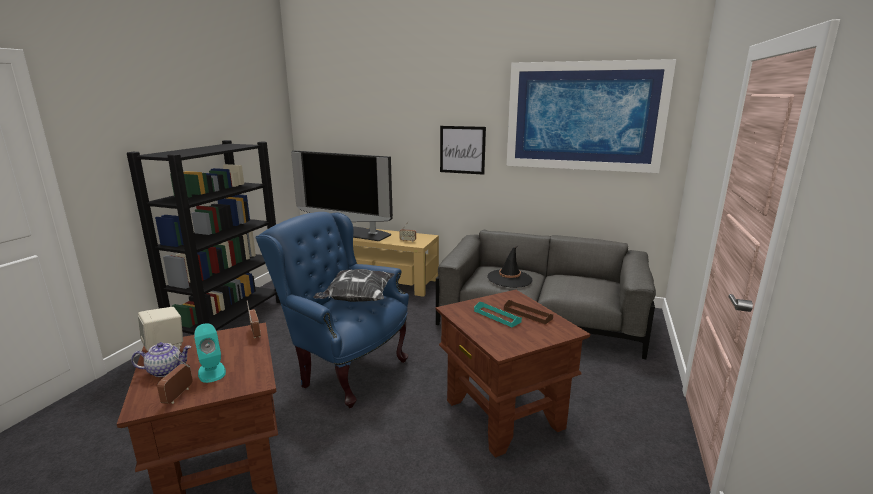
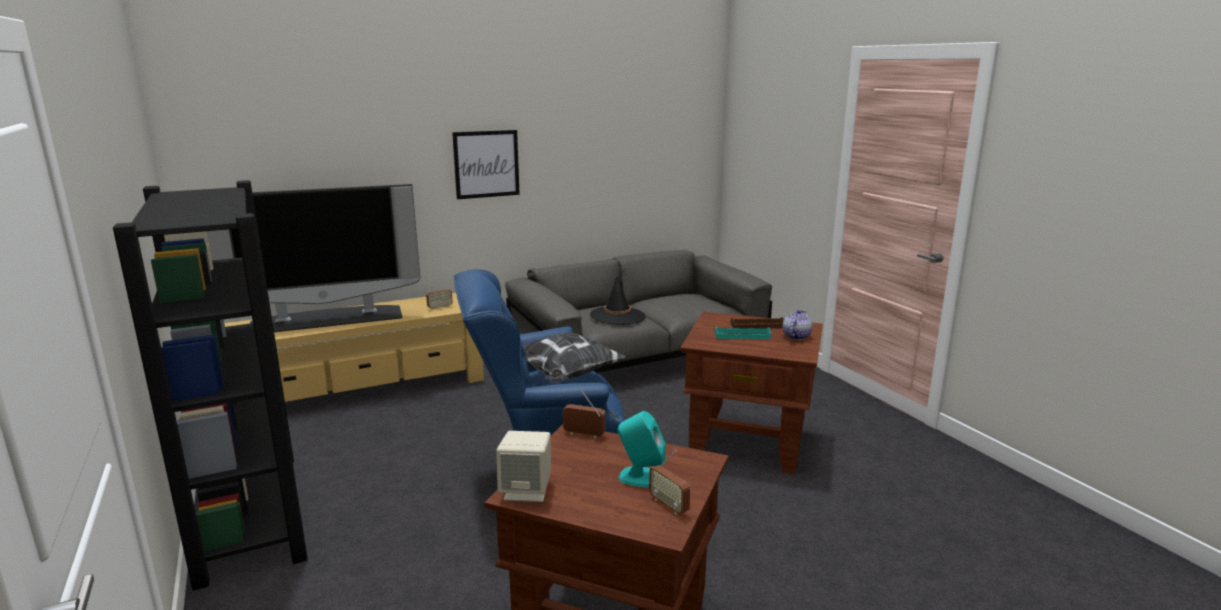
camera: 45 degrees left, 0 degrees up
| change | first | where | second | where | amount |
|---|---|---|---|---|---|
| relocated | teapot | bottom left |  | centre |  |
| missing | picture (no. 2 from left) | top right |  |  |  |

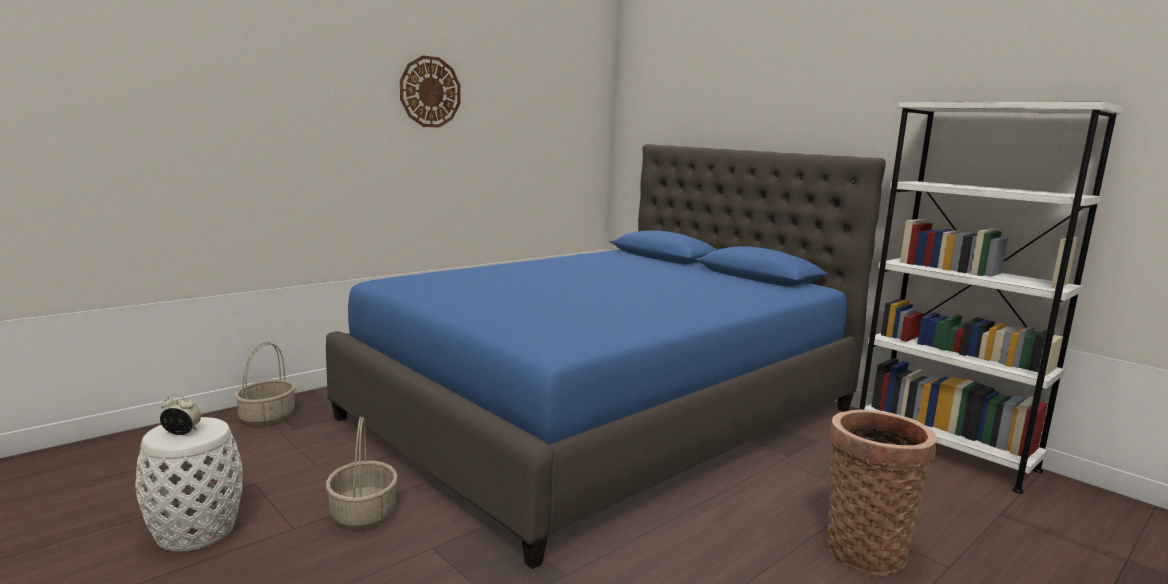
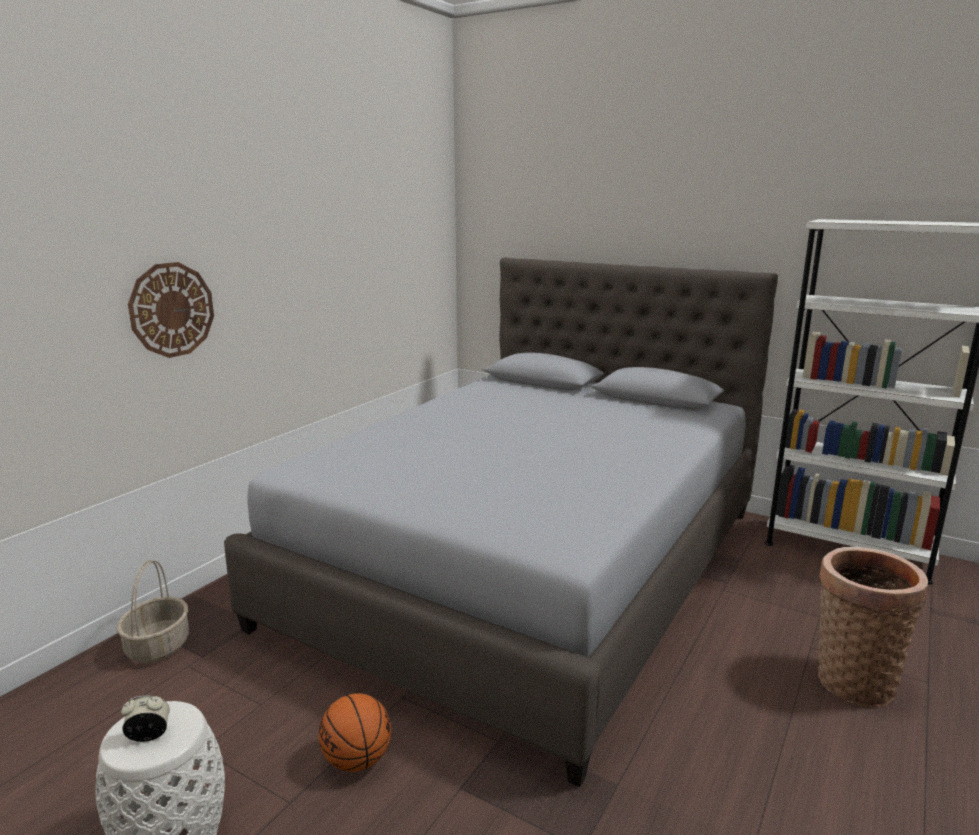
camera: 15 degrees left, 5 degrees up
| change | first | where | second | where | amount |
|---|---|---|---|---|---|
| colour | bed (blue) | centre | bed (grey) | centre |  |
| exchanged | basket (no. 2 from left) | bottom left | basketball | bottom centre |  |
| relocated | wall clock | top centre |  | middle left |  |

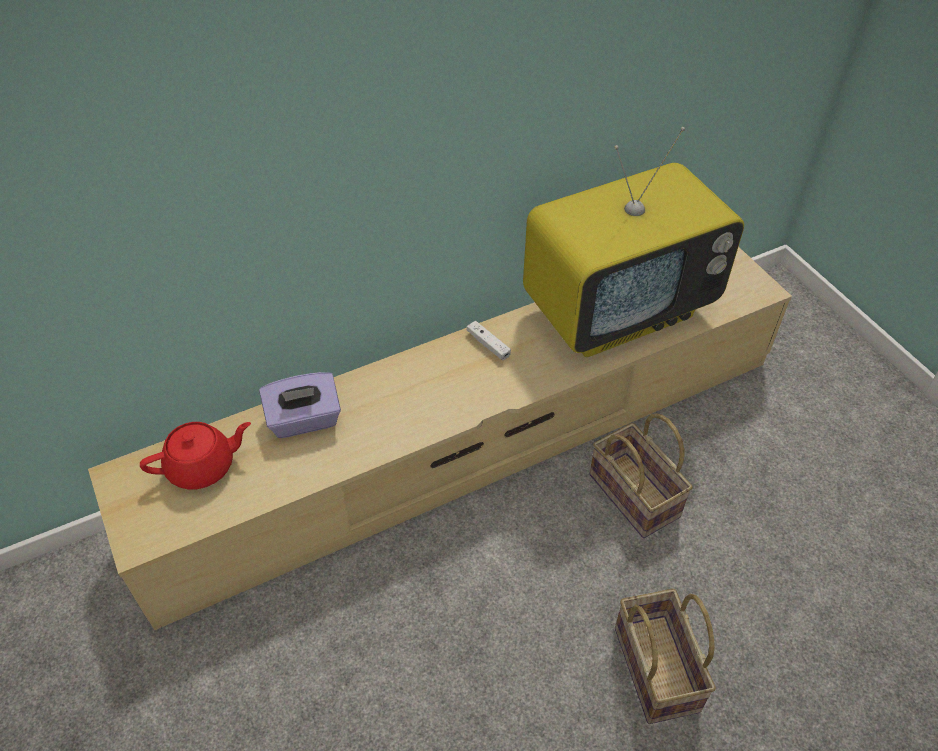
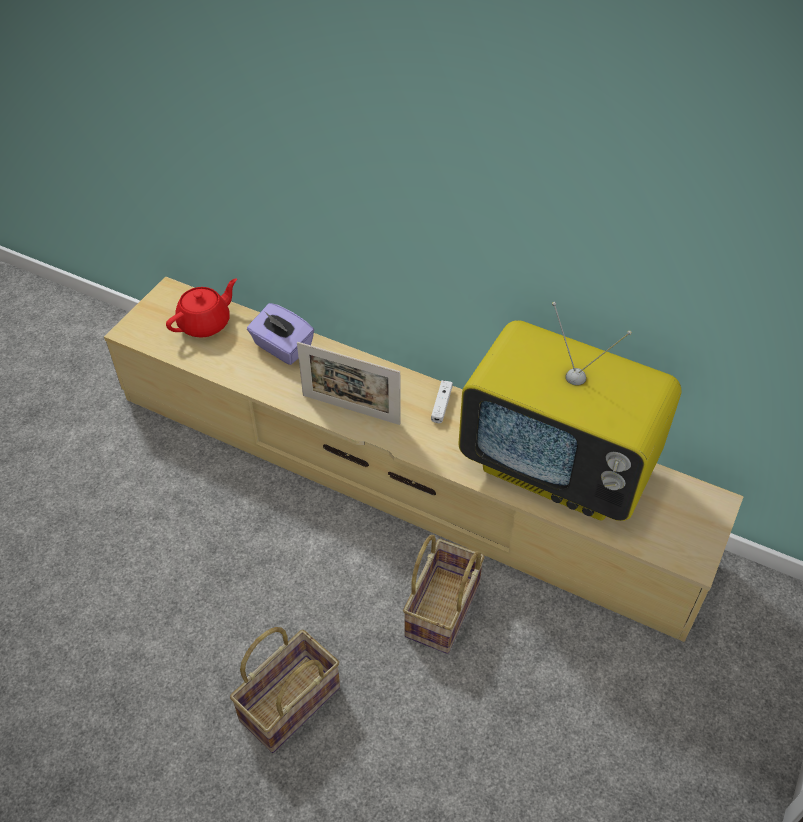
camera: 55 degrees right, 0 degrees up
| change | first | where | second | where | amount |
|---|---|---|---|---|---|
| spun | teapot (red) | middle left |  | middle left | 75 degrees counterclockwise |
| appeared |  |  | picture frame | centre |  |

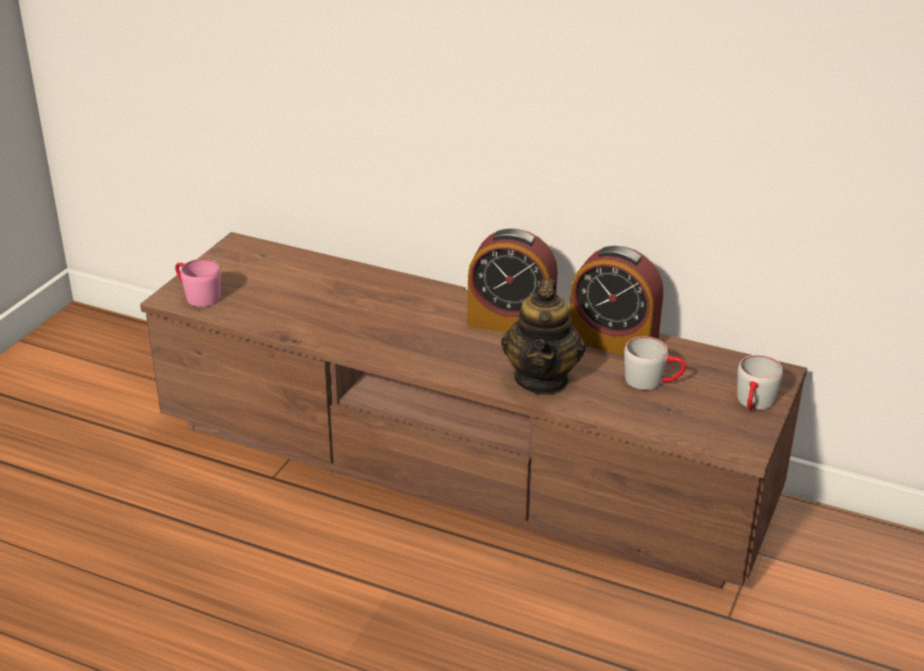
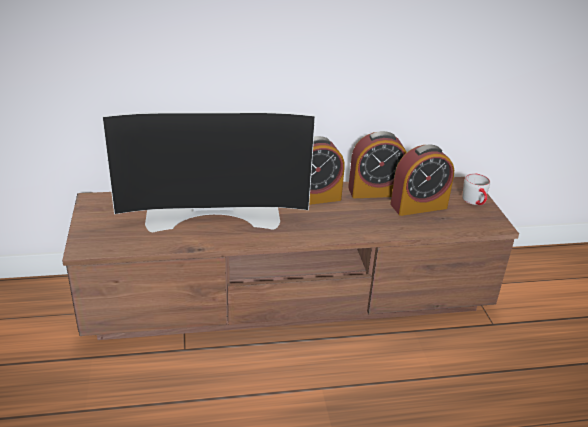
camera: 35 degrees left, 0 degrees up
| change | first | where | second | where | amount |
|---|---|---|---|---|---|
| missing | mug (pink) | middle left |  |  |  |
| missing | teapot | centre |  |  |  |
| exchanged | mug (grey) (no. 1 from left) | middle right | alarm clock (no. 3 from left) | middle right |  |
| appeared |  |  | television | centre |  |

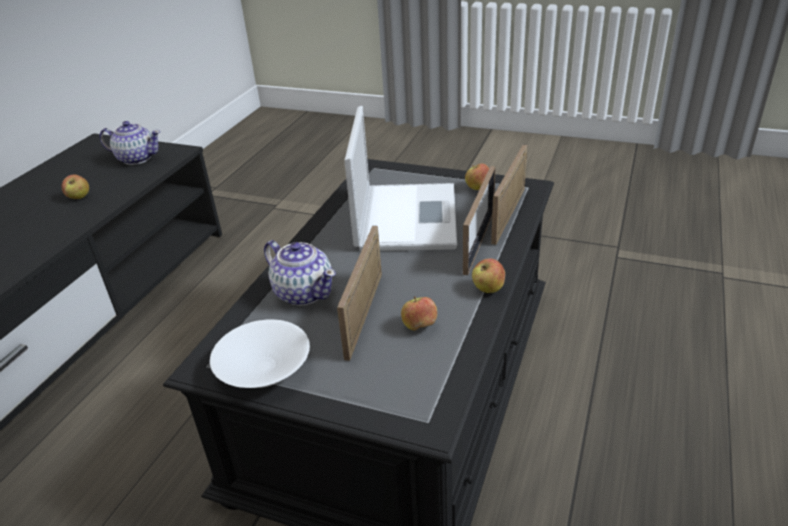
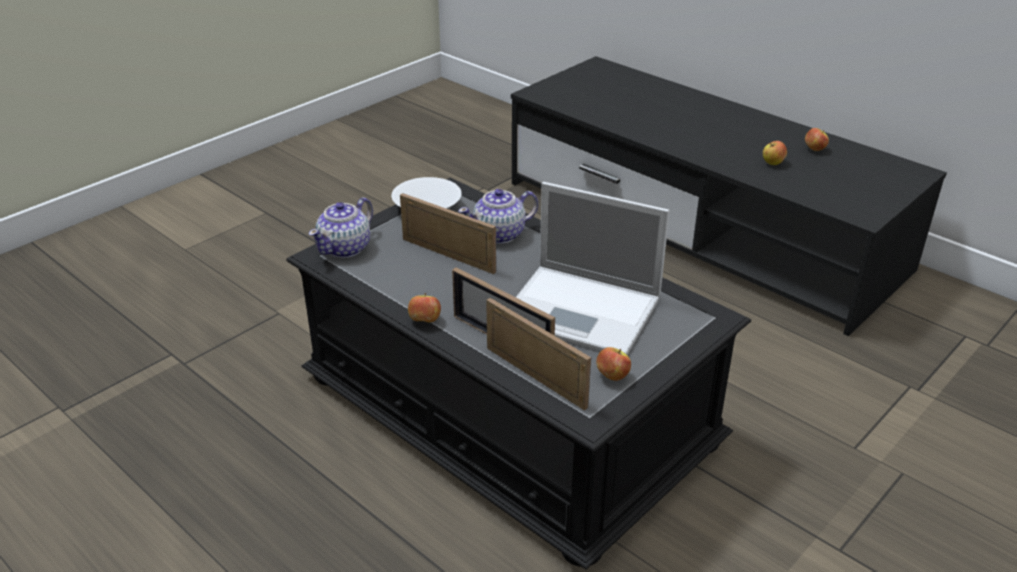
camera: 110 degrees right, 0 degrees up
| change | first | where | second | where | amount |
|---|---|---|---|---|---|
| relocated | teapot (no. 1 from left) | top left |  | centre |  |
| relocated | apple (no. 2 from left in the first image) | centre | apple (no. 4 from left) | top right |  |

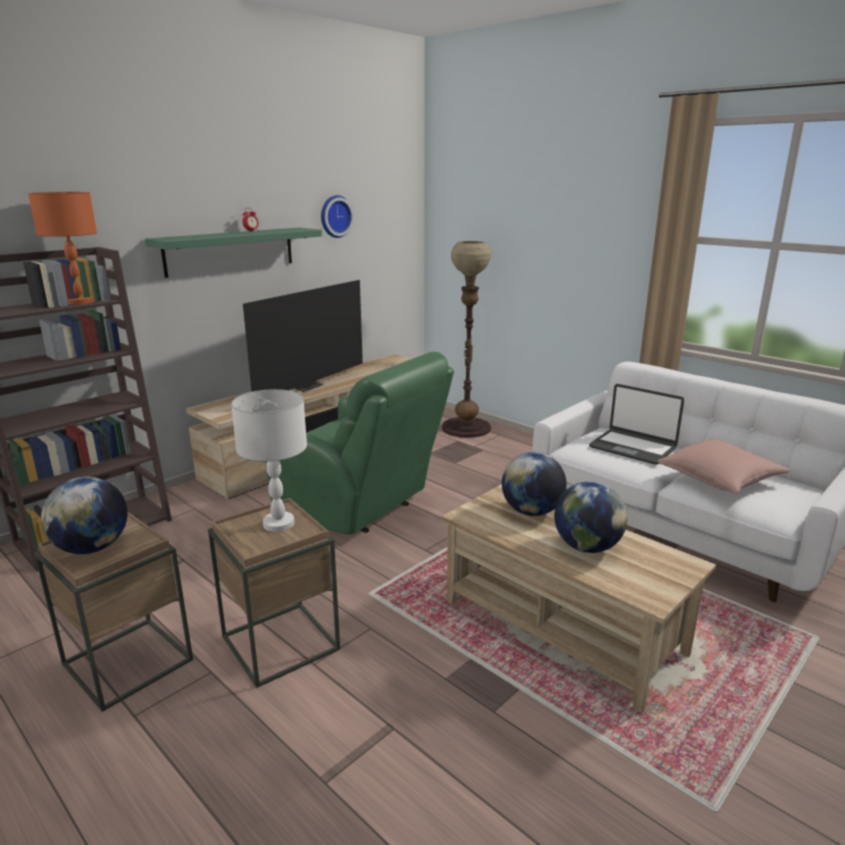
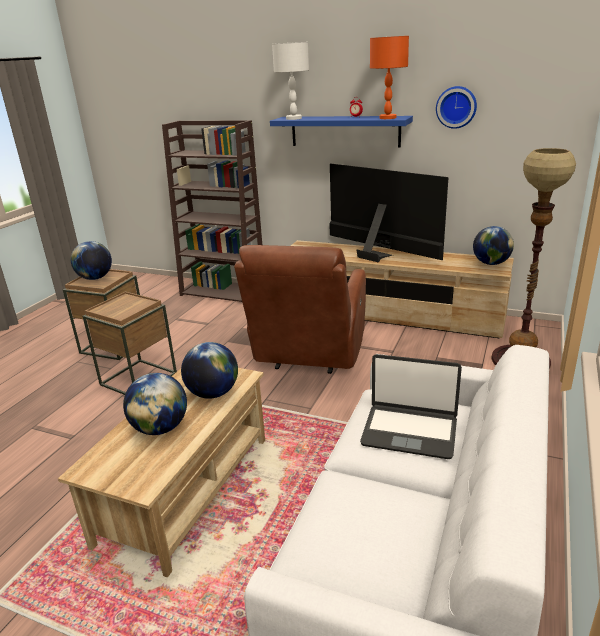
camera: 70 degrees right, 5 degrees up
| change | first | where | second | where | amount |
|---|---|---|---|---|---|
| relocated | table lamp (orange) | top left |  | top centre |  |
| colour | shelf (green) | top left | shelf (blue) | top centre |  |
| relocated | table lamp (white) | middle left |  | top centre |  |
| spun | television | centre |  | centre | 150 degrees counterclockwise |
| colour | armchair (green) | centre | armchair (brown) | centre |  |
| spun | laptop | middle right |  | middle right | 90 degrees counterclockwise |
| missing | pillow (pink) | middle right |  |  |  |
| appeared |  |  | globe (no. 4 from left) | middle right |  |

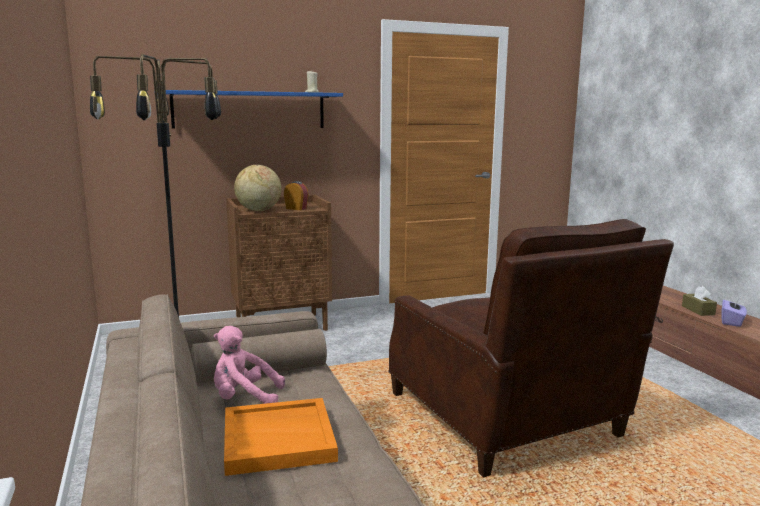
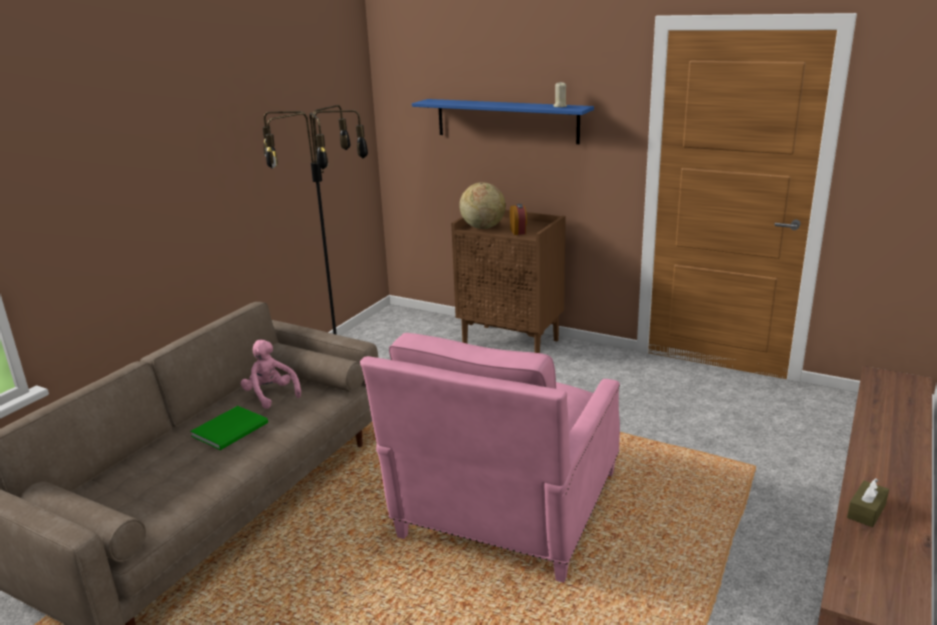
camera: 50 degrees right, 10 degrees up
| change | first | where | second | where | amount |
|---|---|---|---|---|---|
| exchanged | tray (orange) | bottom centre | book (green) | bottom left |  |
| colour | armchair (brown) | bottom right | armchair (pink) | bottom centre |  |
| missing | tissue box (purple) | middle right |  |  |  |

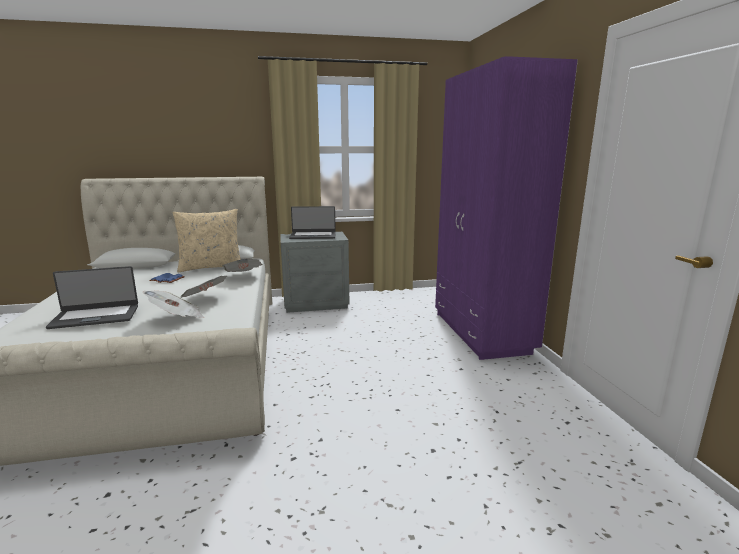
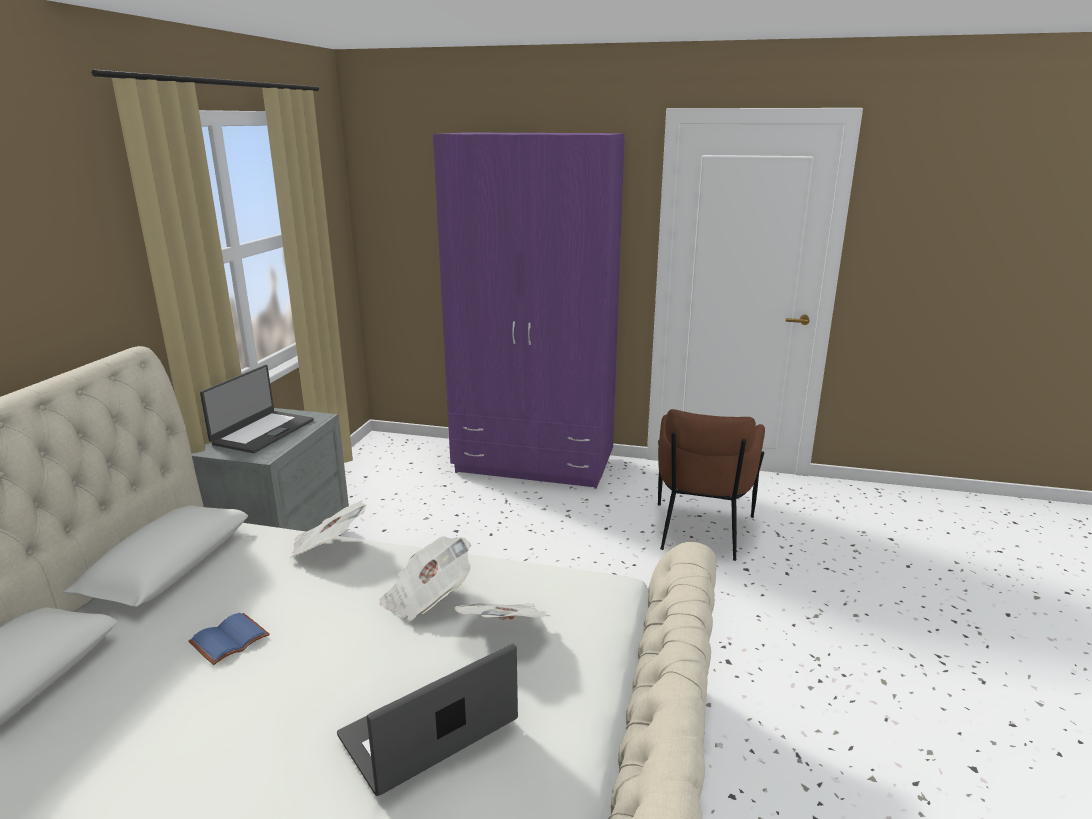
camera: 65 degrees left, 5 degrees up
| change | first | where | second | where | amount |
|---|---|---|---|---|---|
| spun | laptop (no. 1 from left in the first image) | middle left | laptop (no. 2 from left) | bottom centre | 135 degrees counterclockwise |
| missing | pillow (beige) | middle left |  |  |  |
| appeared |  |  | armchair (brown) | centre |  |

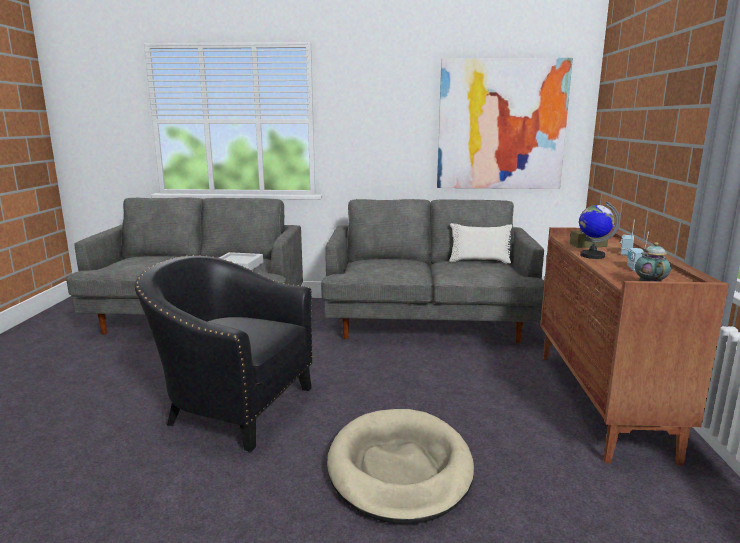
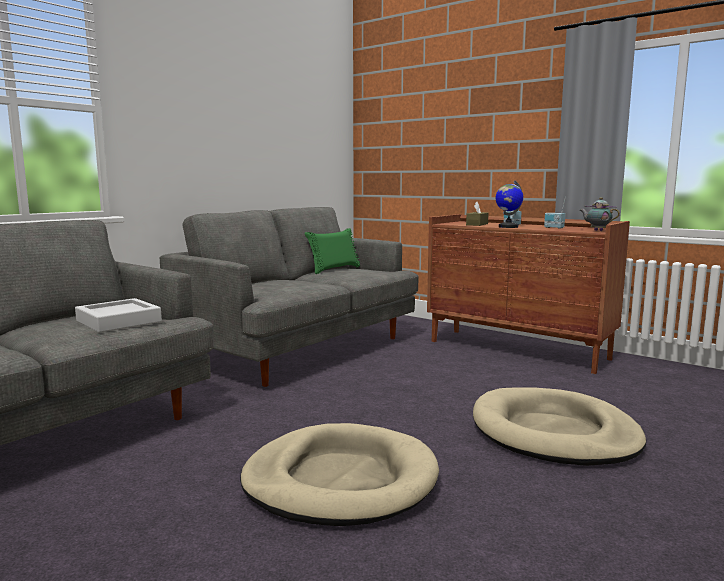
camera: 55 degrees left, 5 degrees down
| change | first | where | second | where | amount |
|---|---|---|---|---|---|
| exchanged | armchair (black) | middle left | dog bed (beige) (no. 1 from left) | bottom centre |  |
| missing | picture | top right |  |  |  |
| colour | pillow (white) | centre | pillow (green) | centre |  |

